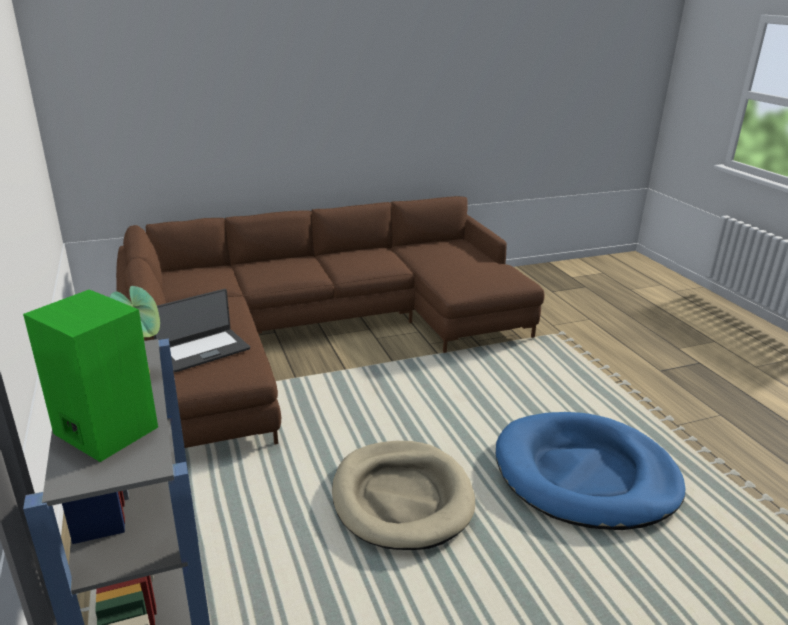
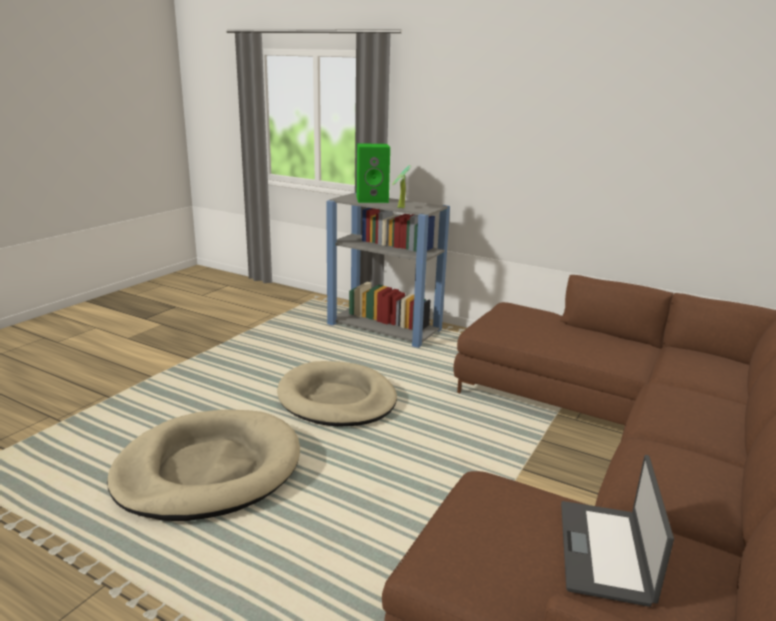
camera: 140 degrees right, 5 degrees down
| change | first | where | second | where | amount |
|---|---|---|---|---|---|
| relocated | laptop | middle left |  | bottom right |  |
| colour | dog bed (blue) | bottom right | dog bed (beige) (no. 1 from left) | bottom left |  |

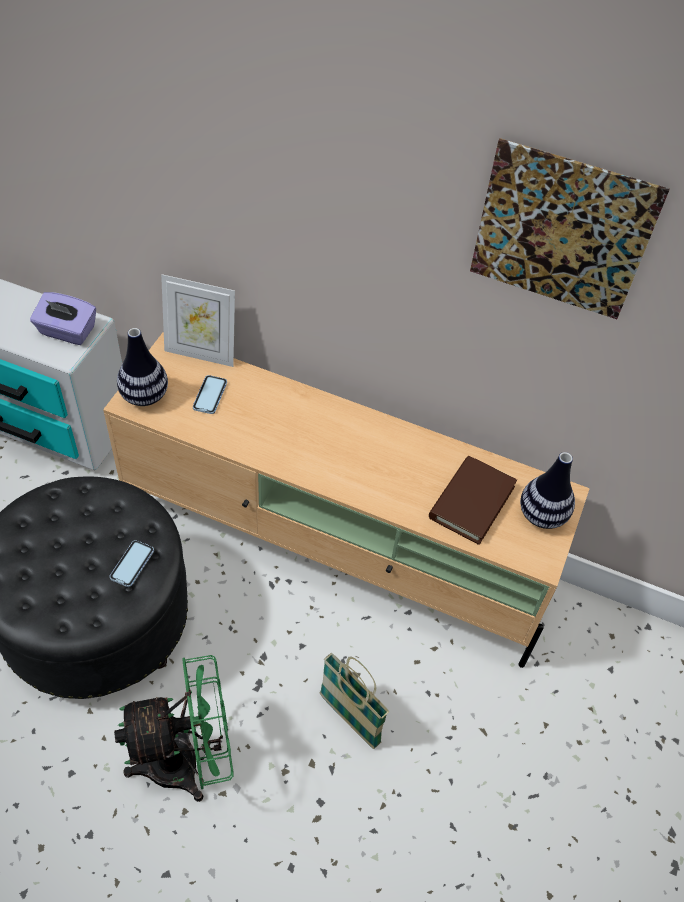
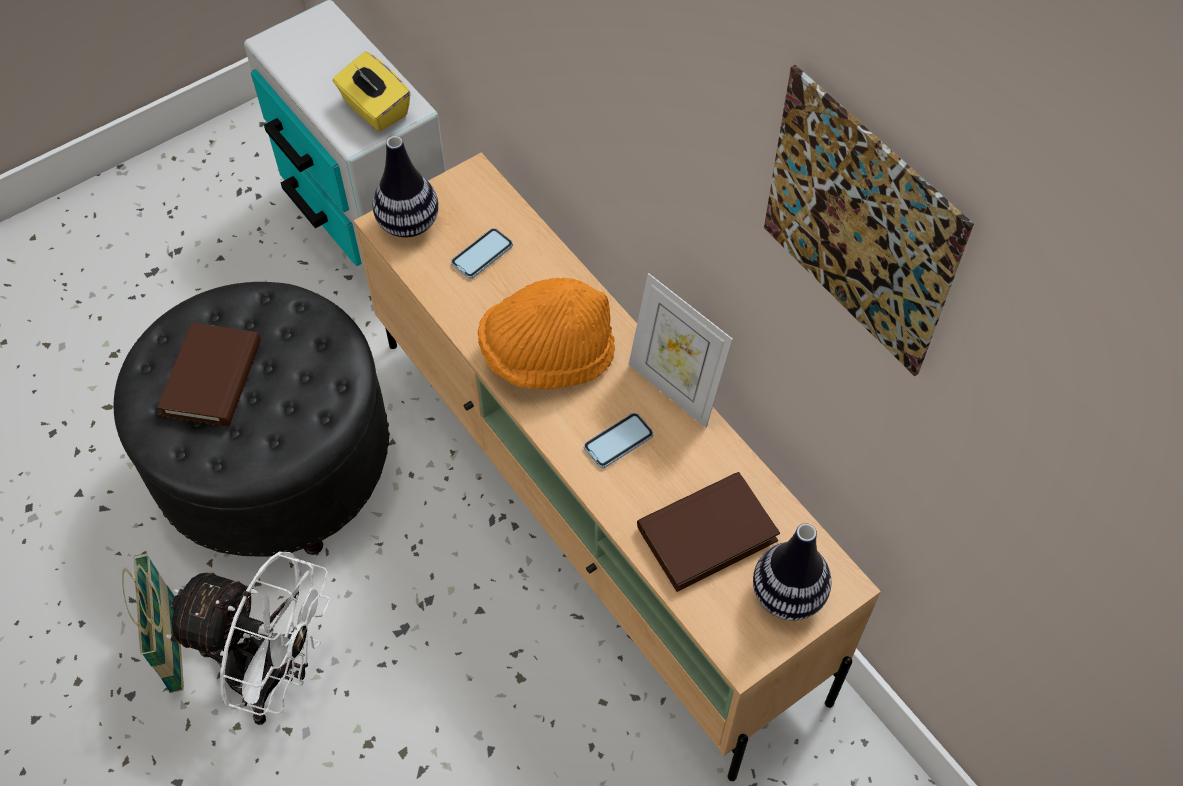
camera: 35 degrees right, 5 degrees up
| change | first | where | second | where | amount |
|---|---|---|---|---|---|
| colour | tissue box (purple) | middle left | tissue box (yellow) | top left |  |
| relocated | phone (no. 1 from left in the first image) | middle left | phone (no. 2 from left) | centre |  |
| colour | fan (green) | bottom left | fan (white) | bottom left |  |
| relocated | picture frame | middle left |  | centre |  |
| relocated | basket | bottom centre |  | bottom left |  |
| appeared |  |  | book (brown) (no. 1 from left) | middle left |  |
| appeared |  |  | hat (orange) | centre |  |

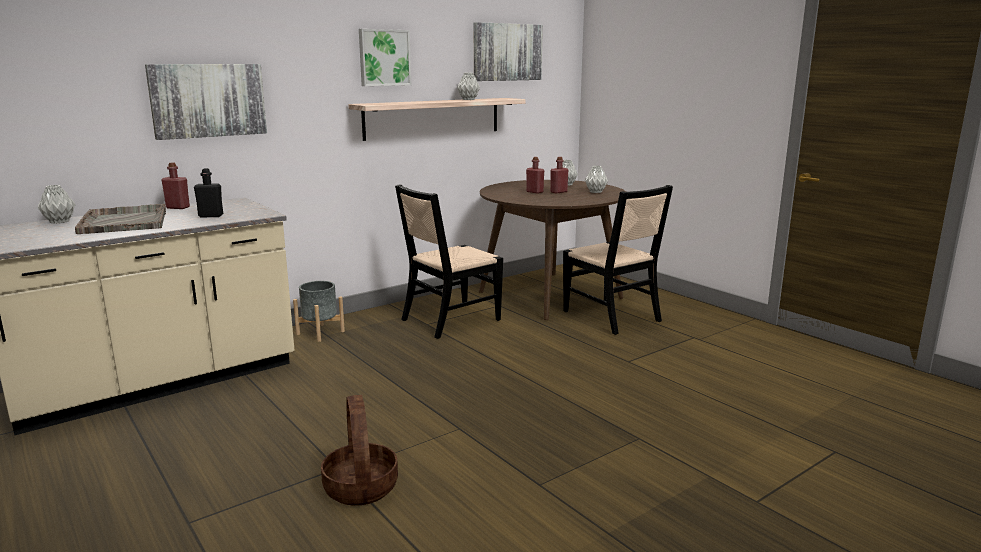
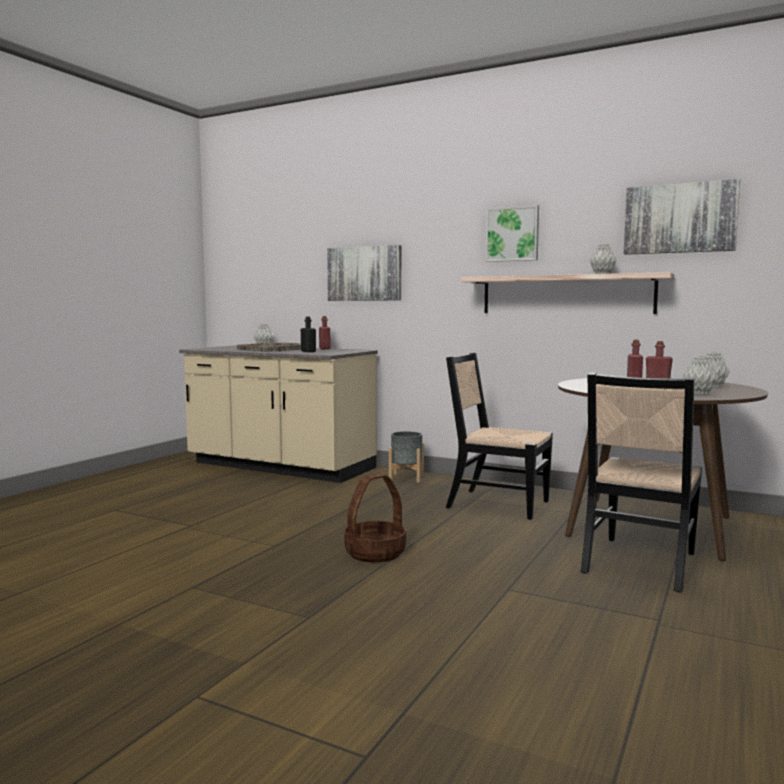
camera: 65 degrees right, 10 degrees down
| change | first | where | second | where | amount |
|---|---|---|---|---|---|
| relocated | basket | bottom centre |  | centre |  |

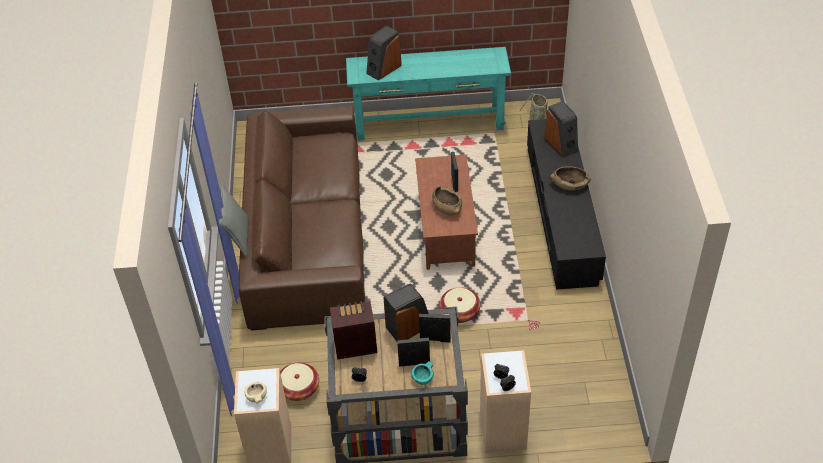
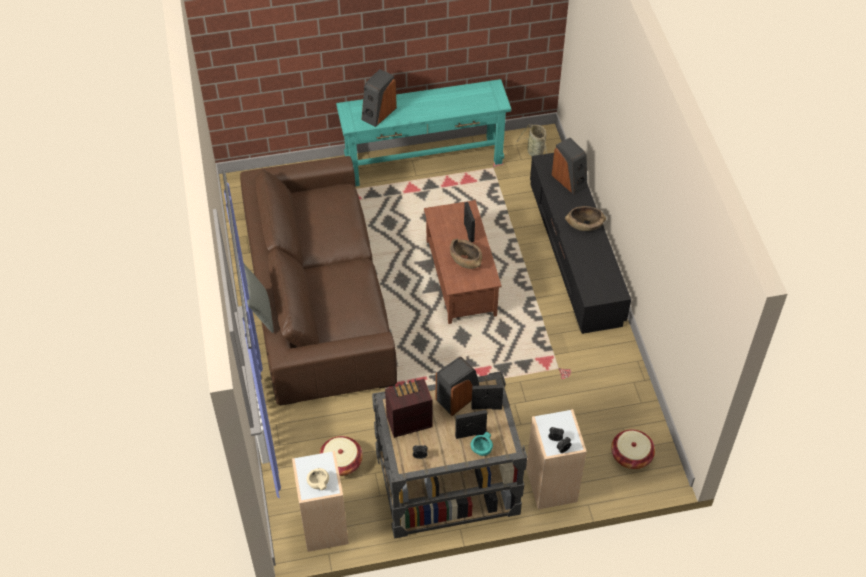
camera: 10 degrees left, 5 degrees up
| change | first | where | second | where | amount |
|---|---|---|---|---|---|
| relocated | basket (no. 2 from left in the first image) | centre | basket (no. 3 from left) | bottom right |  |

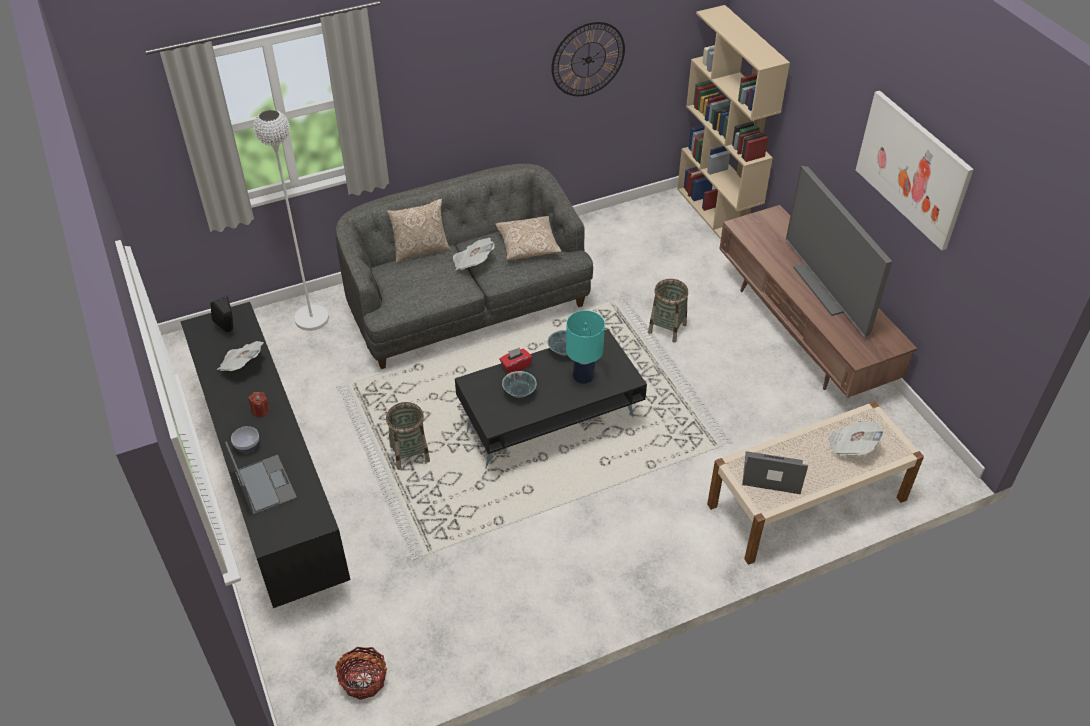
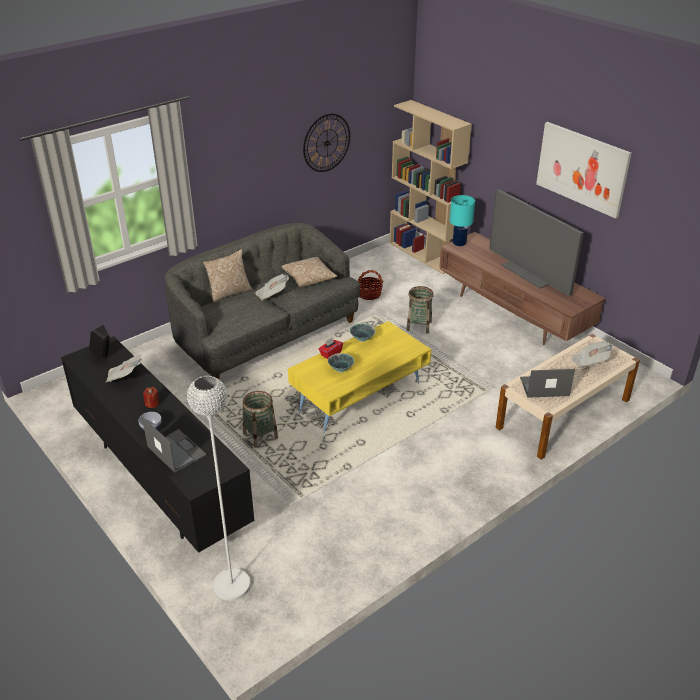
camera: 15 degrees left, 10 degrees down
| change | first | where | second | where | amount |
|---|---|---|---|---|---|
| relocated | floor lamp (white) | top left |  | bottom left |  |
| relocated | basket (no. 1 from left in the first image) | bottom left | basket (no. 2 from left) | centre |  |
| colour | coffee table (black) | centre | coffee table (yellow) | centre |  |
| relocated | table lamp (turquoise) | centre |  | top centre |  |

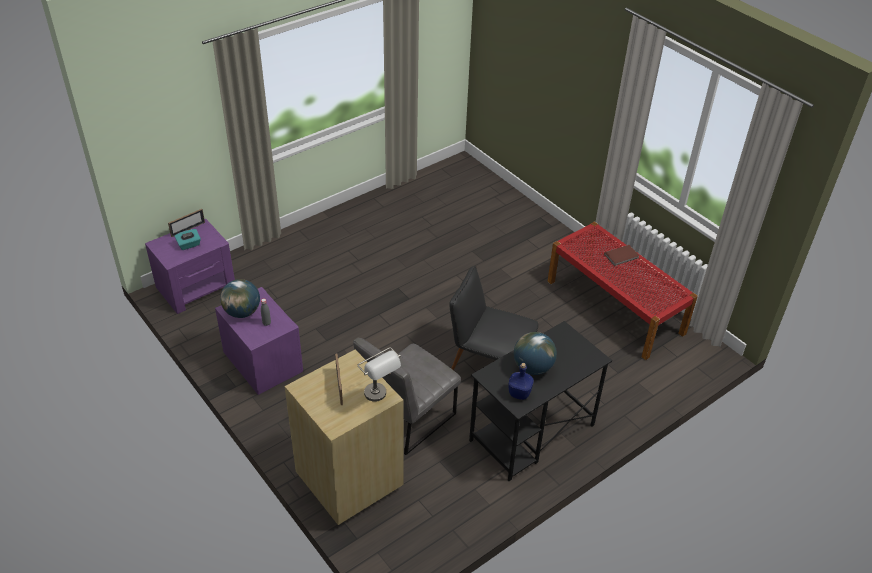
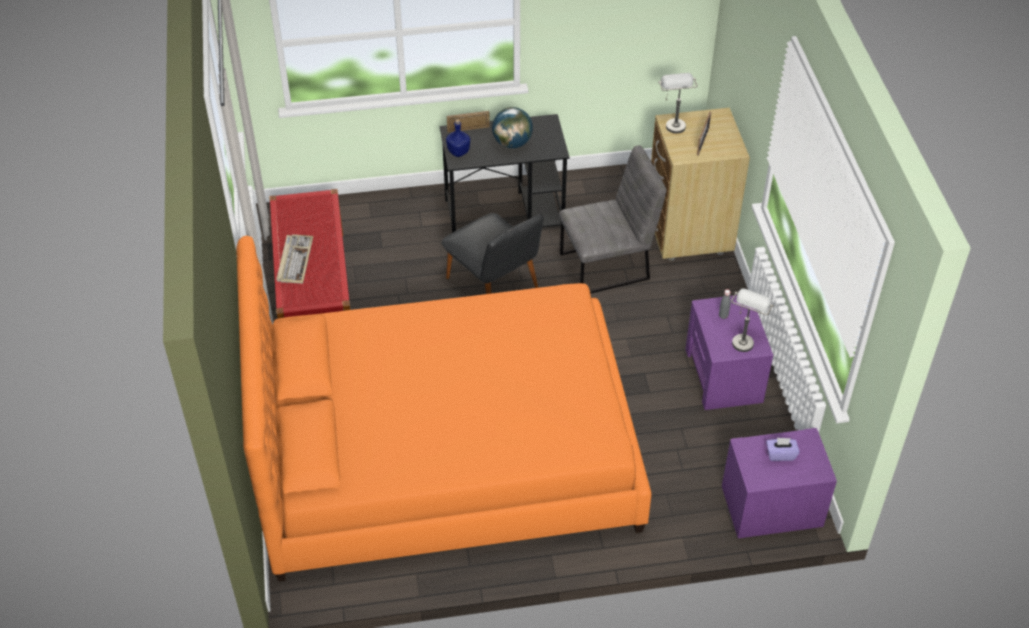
camera: 150 degrees left, 5 degrees up
| change | first | where | second | where | amount |
|---|---|---|---|---|---|
| relocated | picture frame (no. 1 from left) | middle left |  | top centre |  |
| colour | tissue box (turquoise) | middle left | tissue box (purple) | bottom right |  |
| exchanged | globe (no. 1 from left) | middle left | table lamp (grey) (no. 2 from left) | middle right |  |
| relocated | bottle (blue) | centre |  | top centre |  |
| exchanged | book (brown) | middle right | keyboard | middle left |  |
| appeared |  |  | bed (orange) | centre |  |

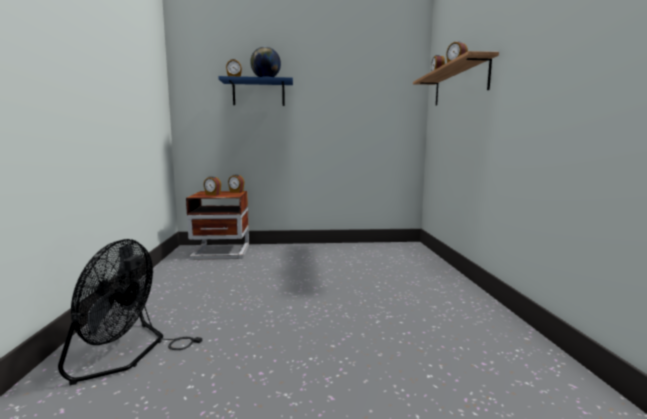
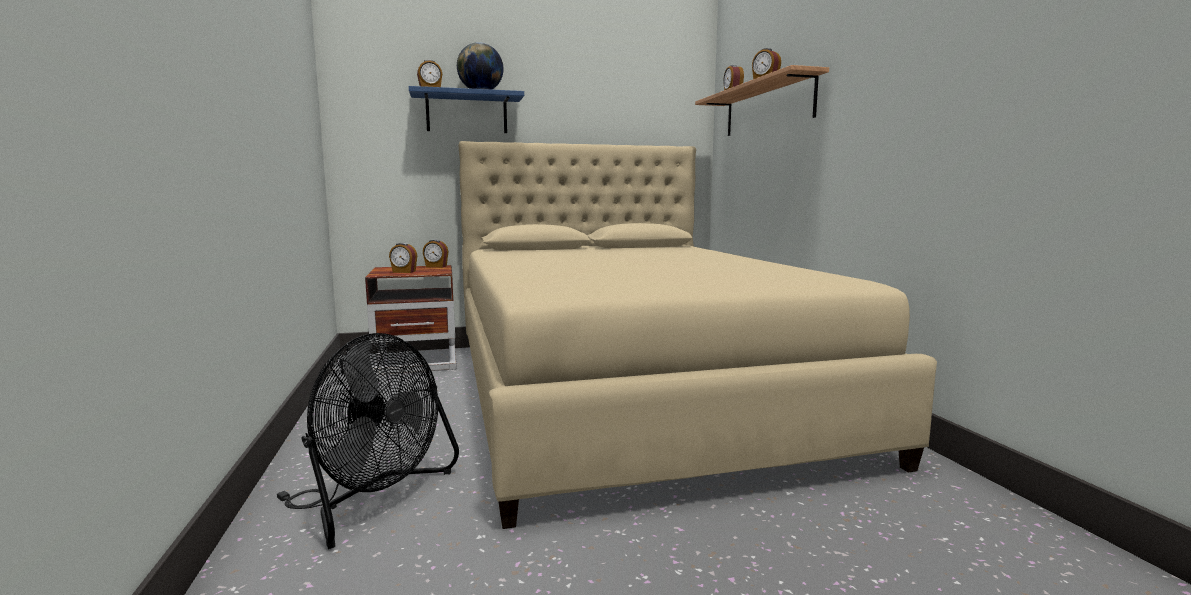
camera: 10 degrees left, 0 degrees up
| change | first | where | second | where | amount |
|---|---|---|---|---|---|
| spun | fan (black) | bottom left |  | bottom left | 150 degrees counterclockwise |
| appeared |  |  | bed (beige) | centre |  |

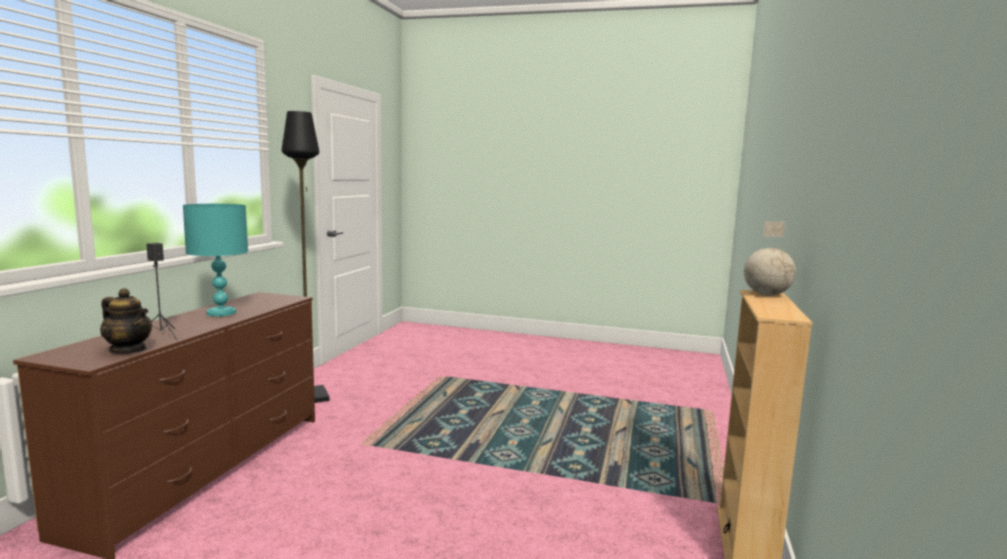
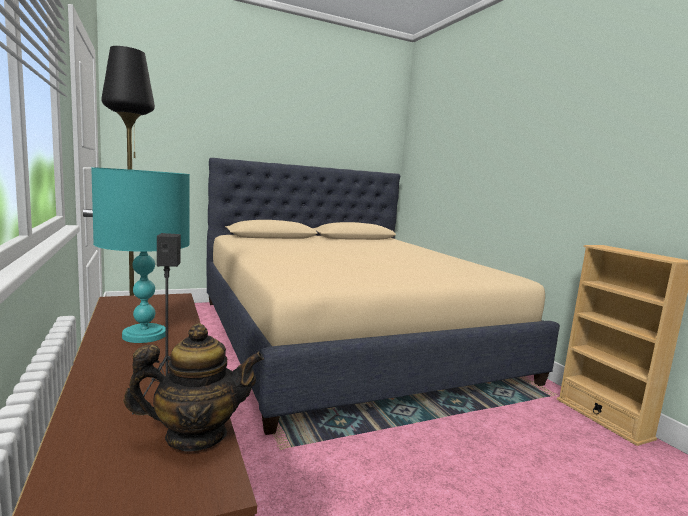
camera: 40 degrees left, 0 degrees up
| change | first | where | second | where | amount |
|---|---|---|---|---|---|
| missing | globe | middle right |  |  |  |
| appeared |  |  | bed (beige) | centre |  |

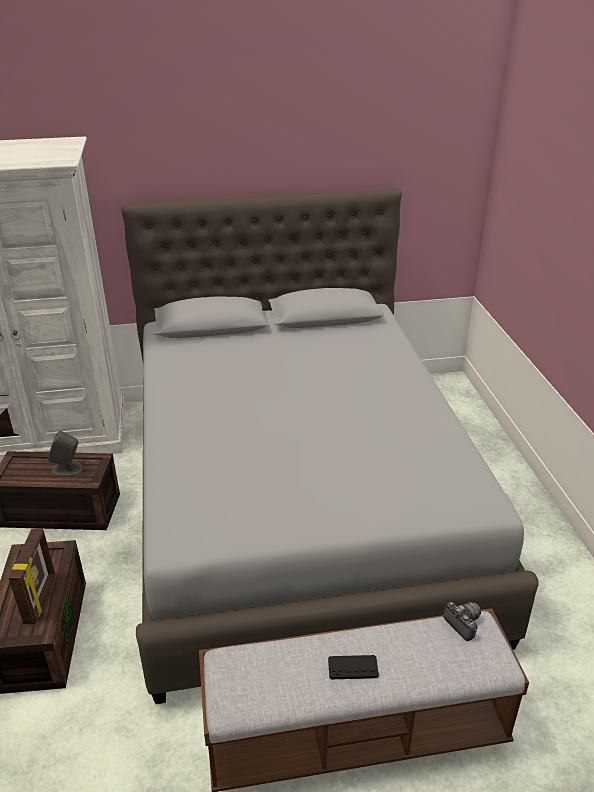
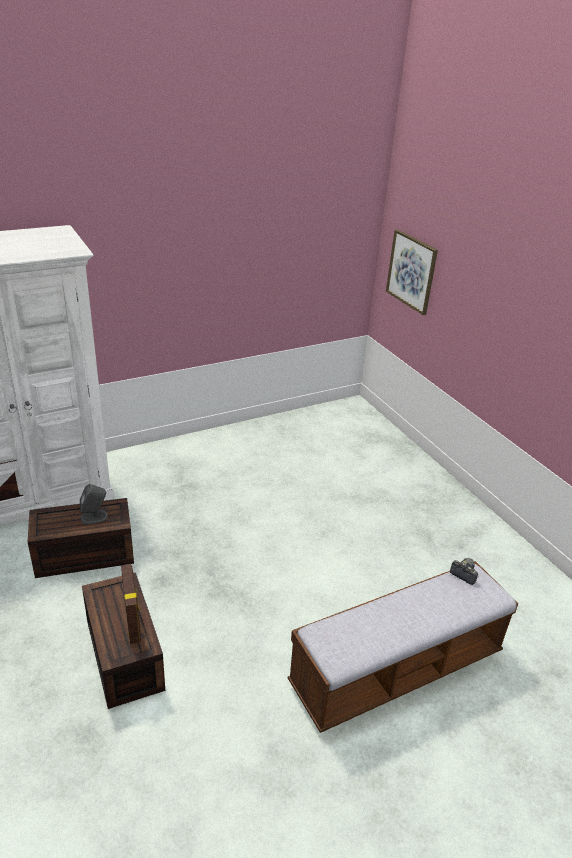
camera: 20 degrees left, 0 degrees up
| change | first | where | second | where | amount |
|---|---|---|---|---|---|
| missing | bed (grey) | centre |  |  |  |
| missing | game controller (black) | bottom centre |  |  |  |
| appeared |  |  | picture | top right |  |

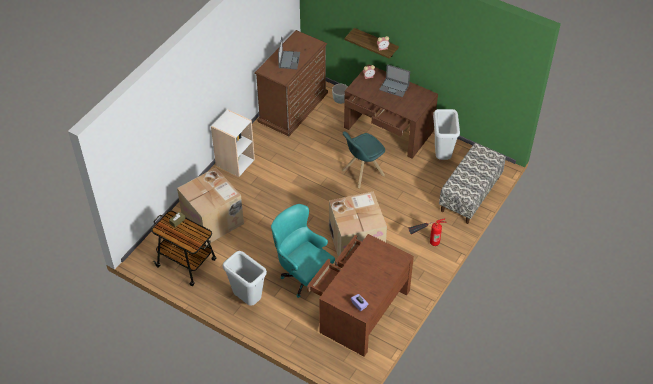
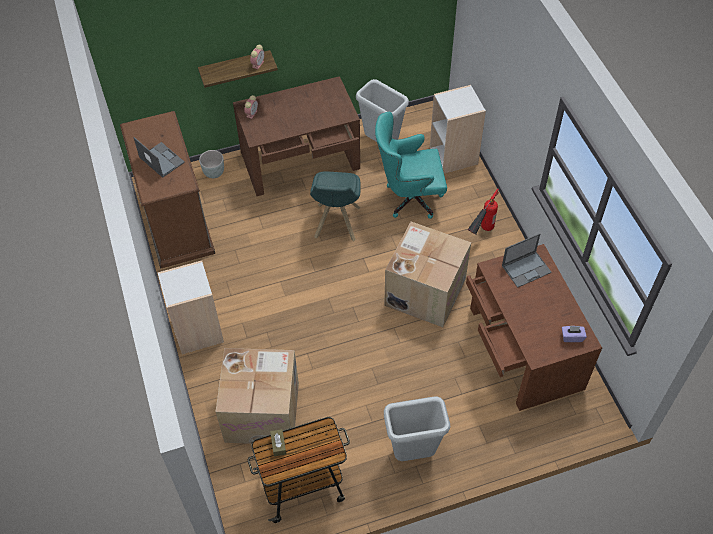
camera: 50 degrees left, 5 degrees up
| change | first | where | second | where | amount |
|---|---|---|---|---|---|
| relocated | office chair (turquoise) | centre |  | top centre |  |
| relocated | laptop (no. 2 from left) | top centre |  | middle right |  |
| exchanged | bench | middle right | bookcase (no. 2 from left) | top centre |  |

